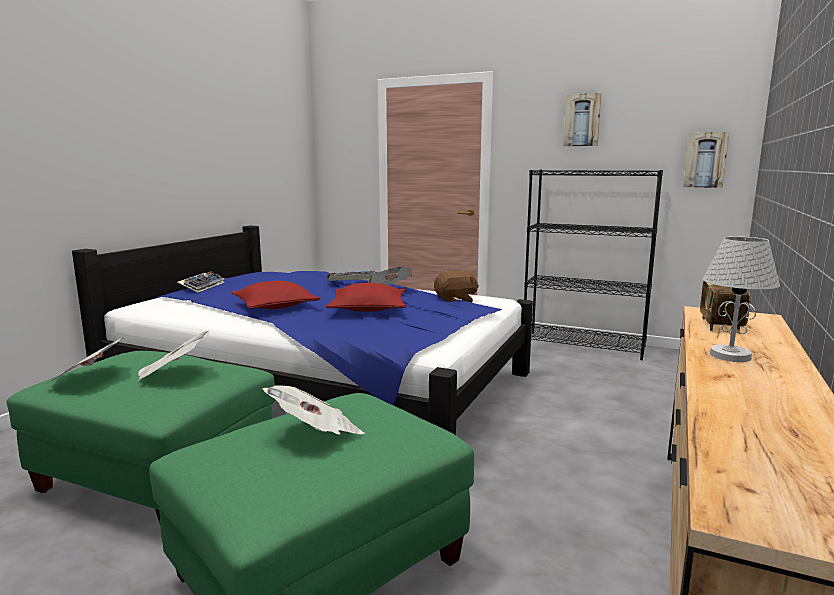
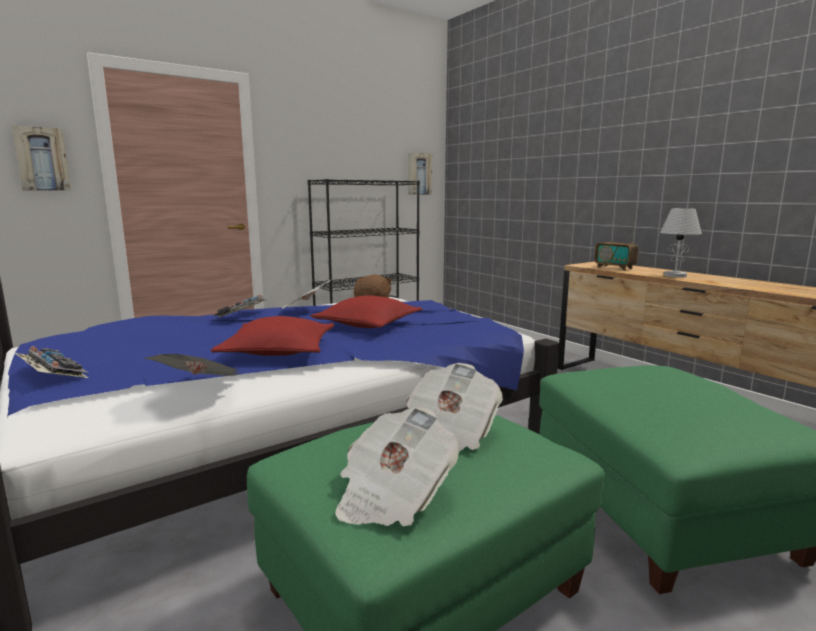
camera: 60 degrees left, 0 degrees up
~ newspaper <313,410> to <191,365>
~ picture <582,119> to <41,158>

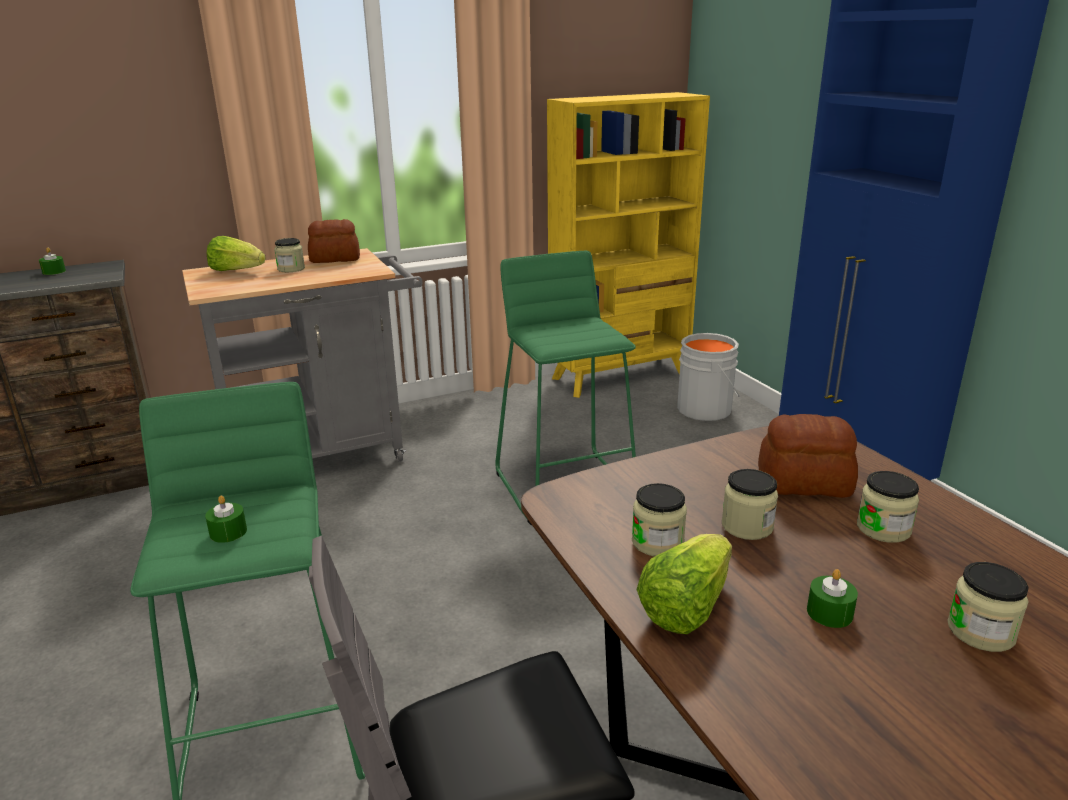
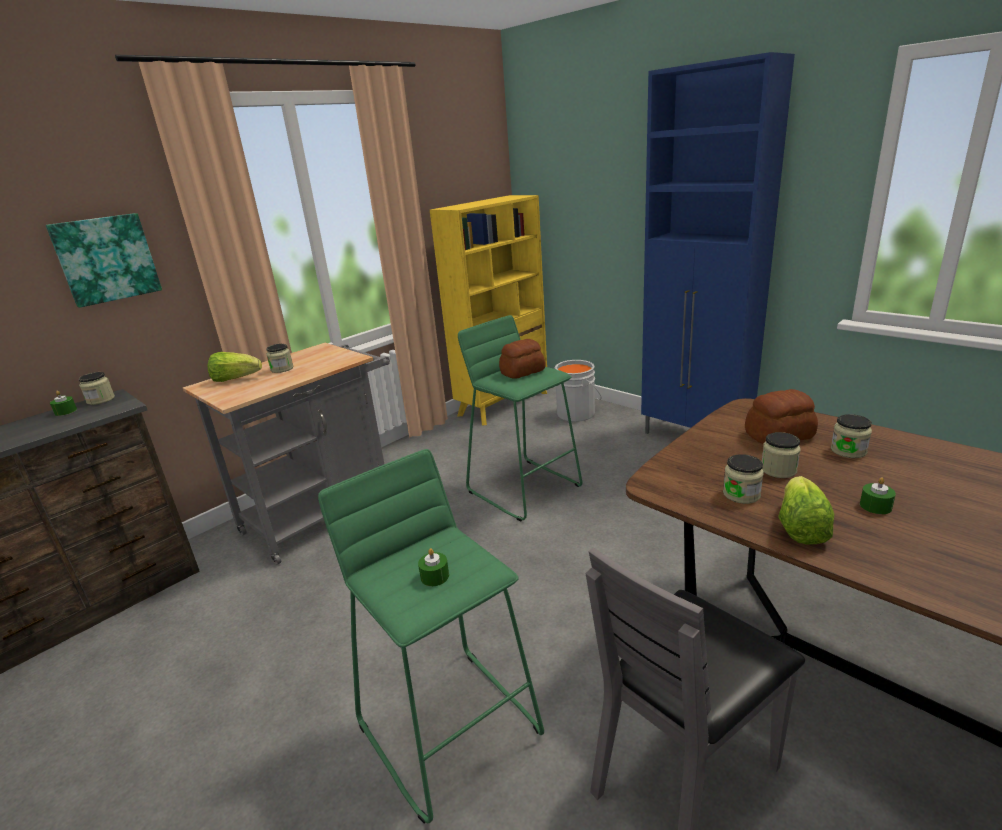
camera: 20 degrees left, 0 degrees up
+ picture <104,260>
~ bread <334,241> to <522,359>
~ jar <988,607> to <97,388>

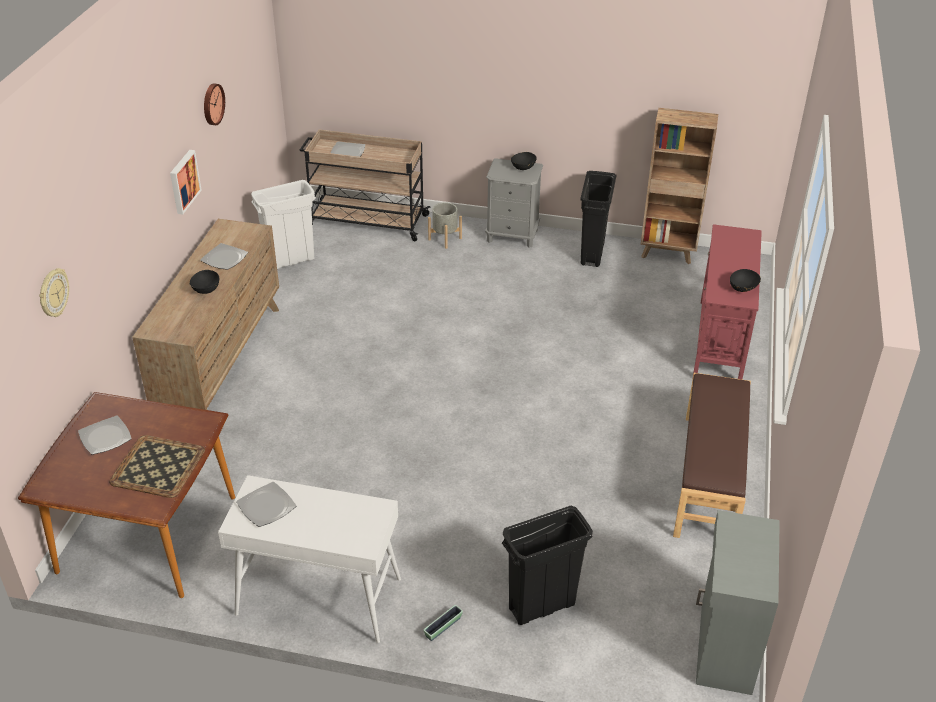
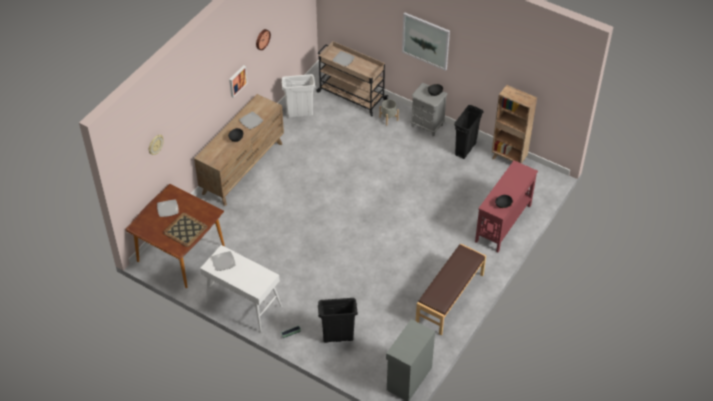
camera: 20 degrees right, 10 degrees up
+ picture <426,41>

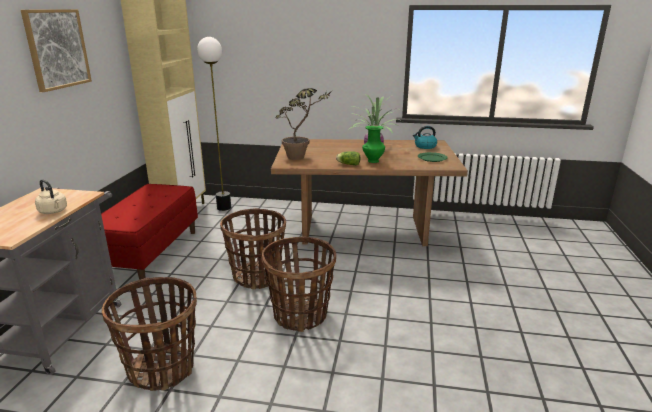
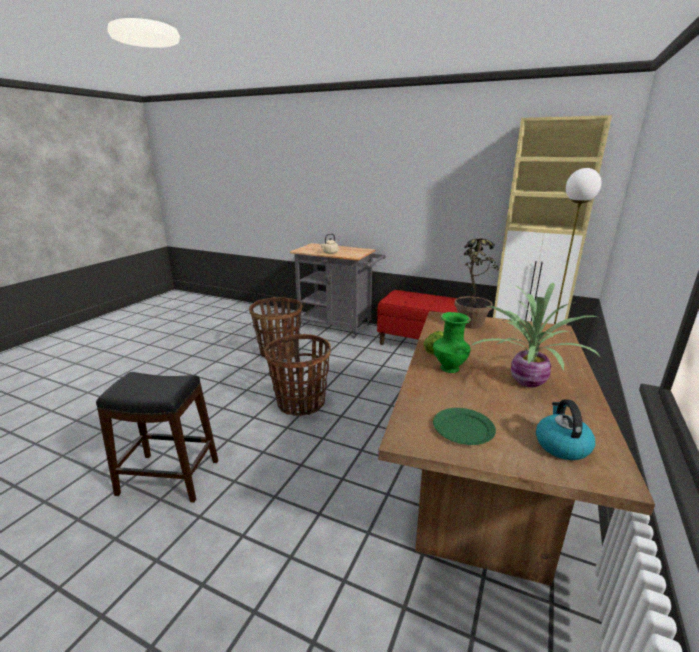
camera: 105 degrees right, 0 degrees up
- picture <56,50>
- basket <253,248>
+ black stool <157,437>

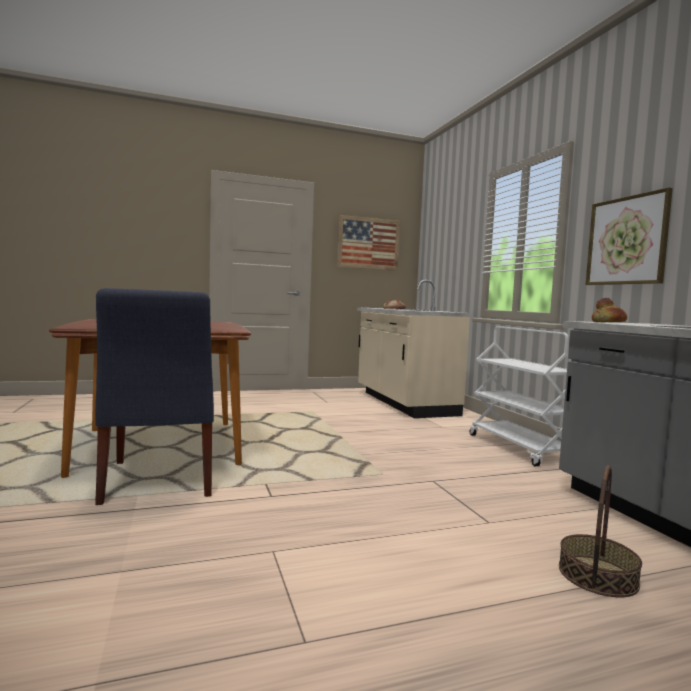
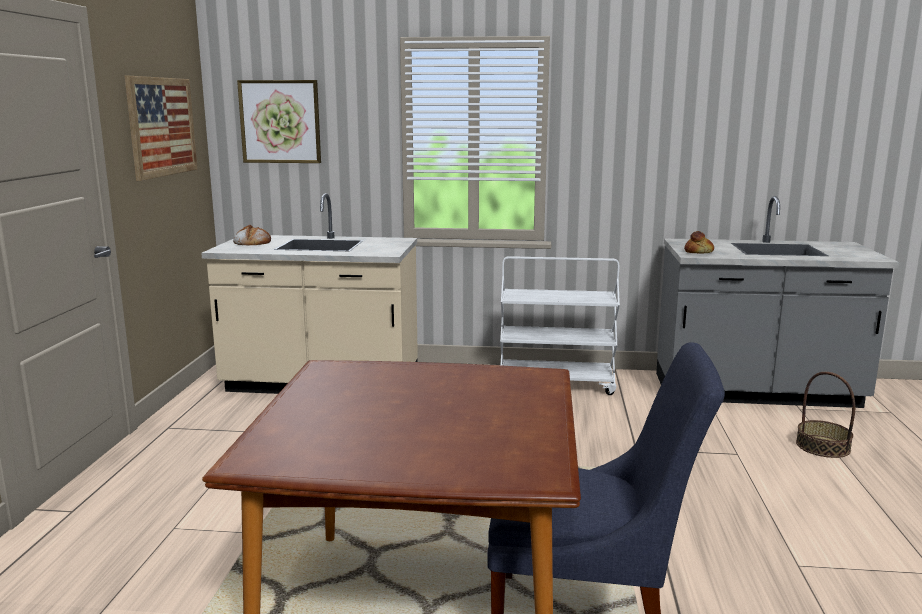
camera: 65 degrees left, 10 degrees up
~ picture <629,236> to <279,121>

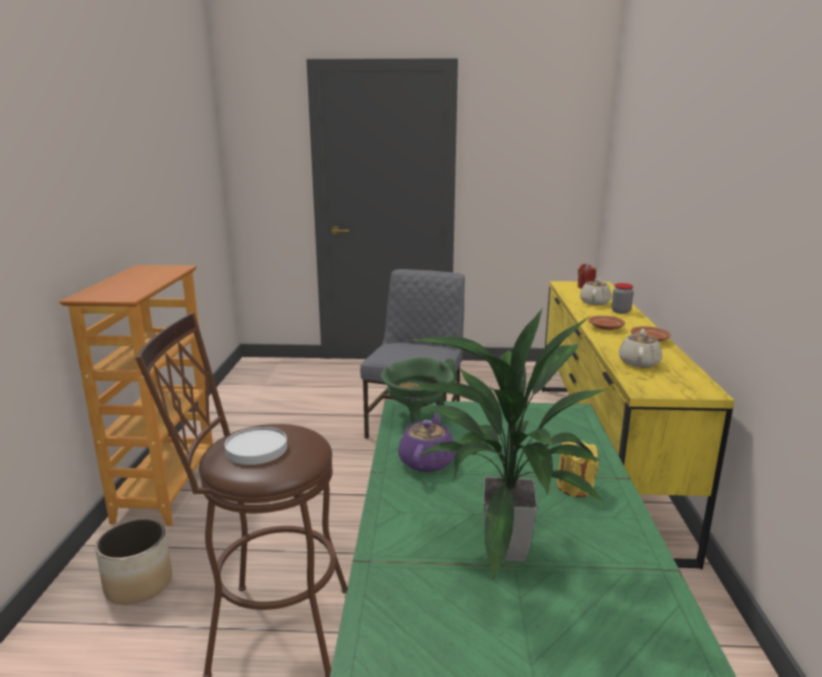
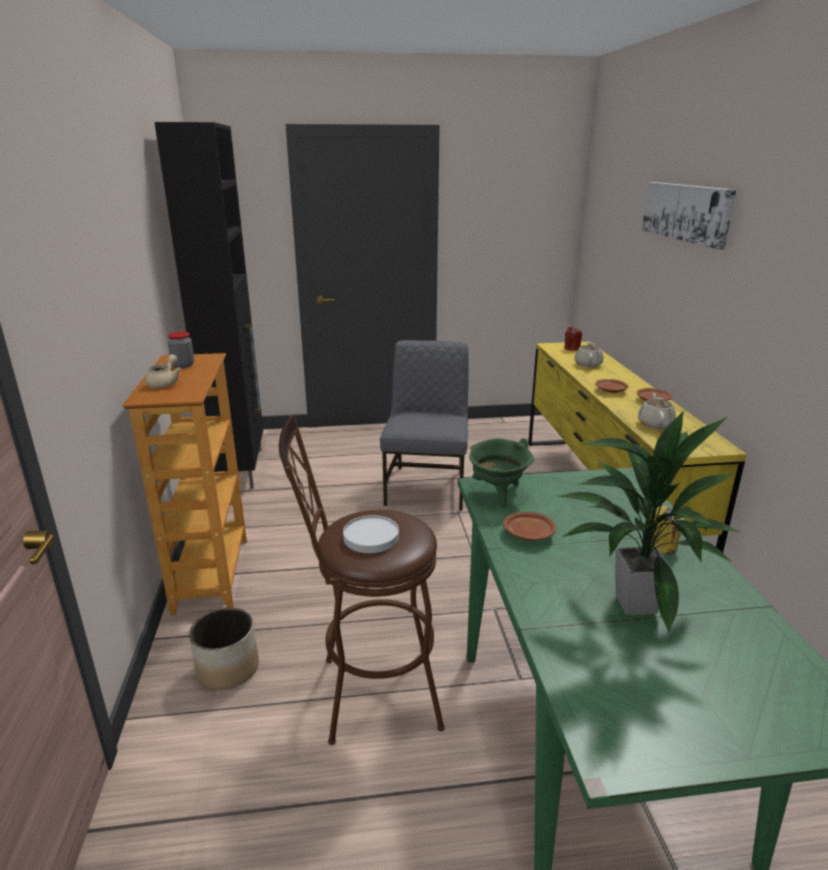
camera: 10 degrees left, 5 degrees up
+ beige teapot <163,371>
+ black cabinet <208,305>
+ picture <689,216>
~ jar <622,298> to <180,350>
~ purple teapot <426,442> to brown plate <529,526>

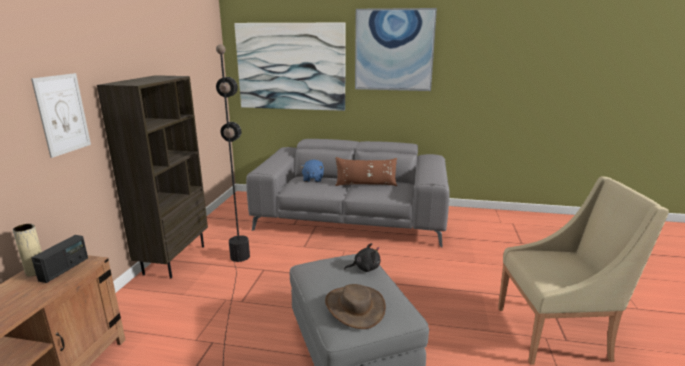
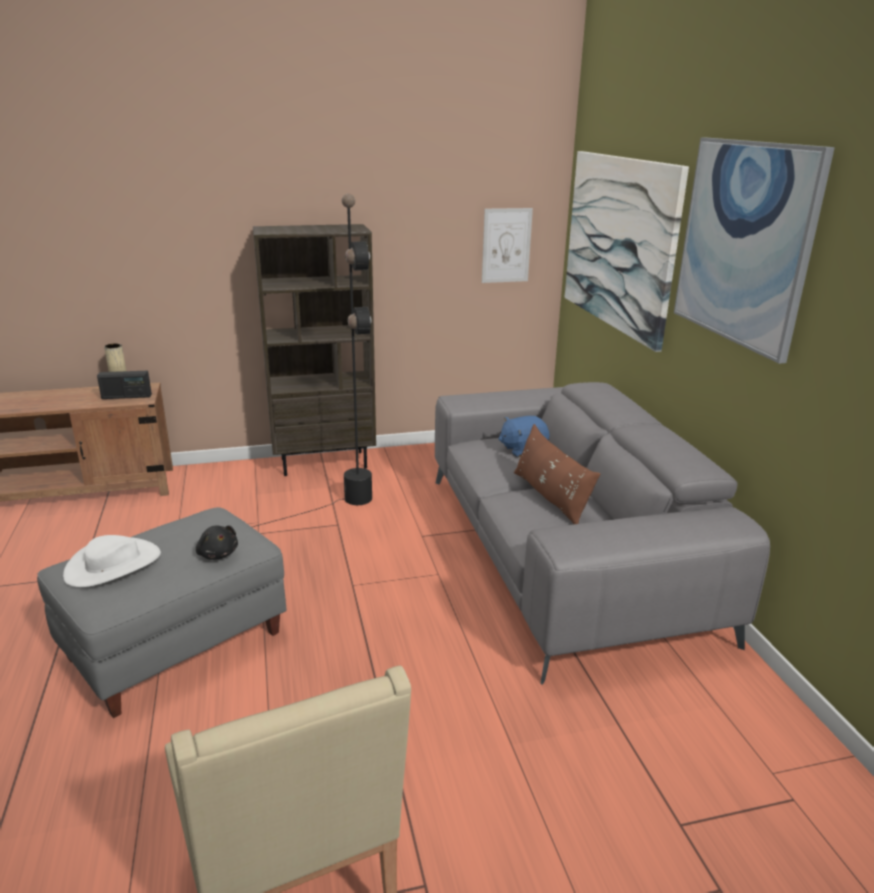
camera: 65 degrees right, 5 degrees up
~ picture <61,115> to <507,245>
~ brown hat <355,306> to white hat <112,561>

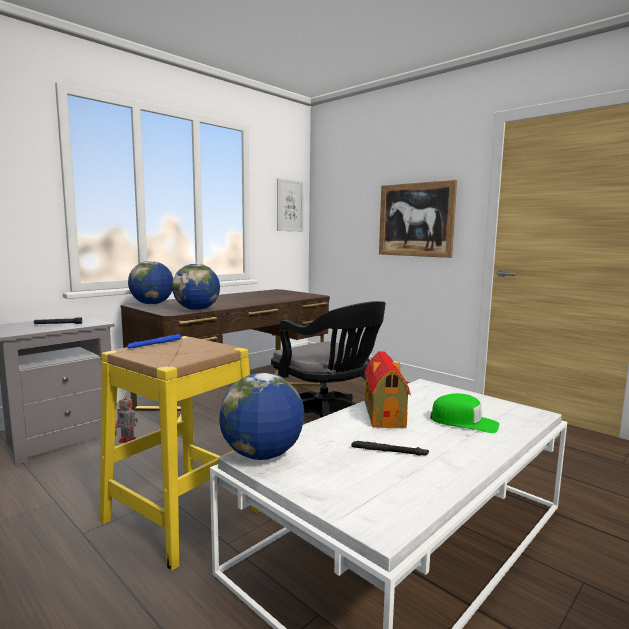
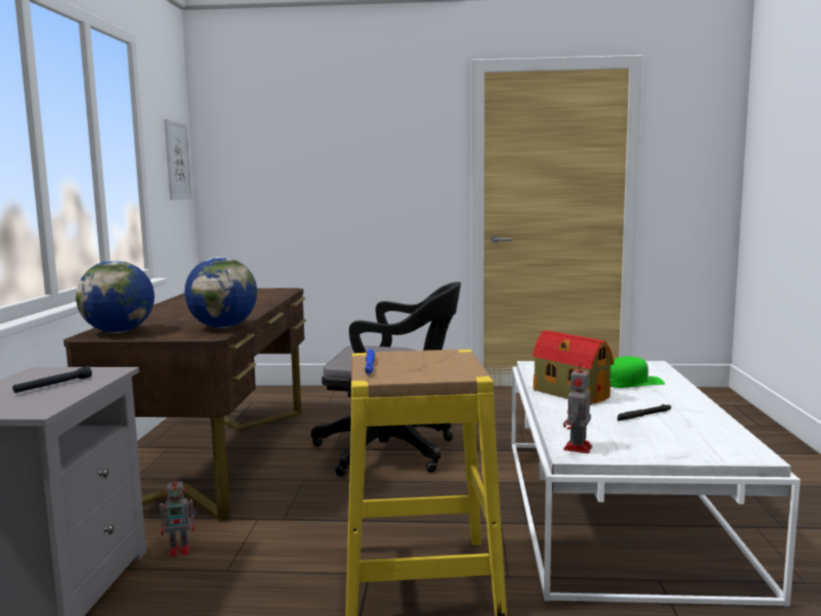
camera: 40 degrees left, 0 degrees up
- picture <418,219>
~ globe <261,416> to toy robot <577,407>

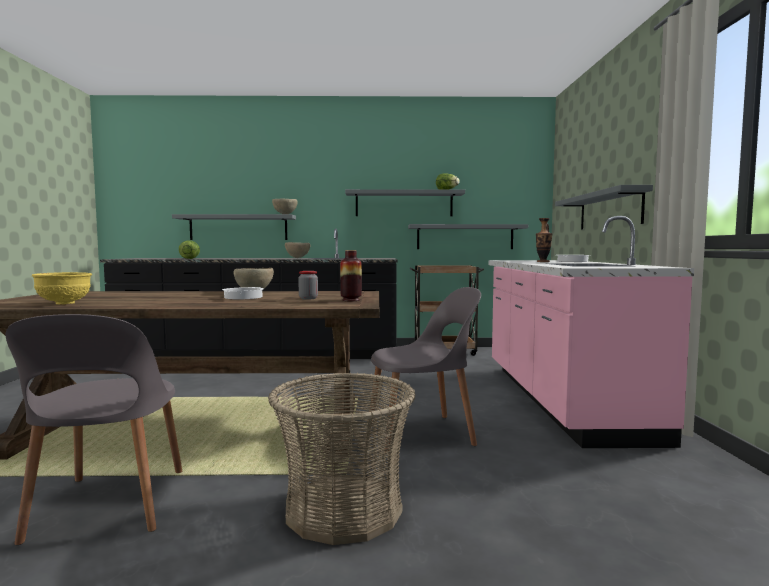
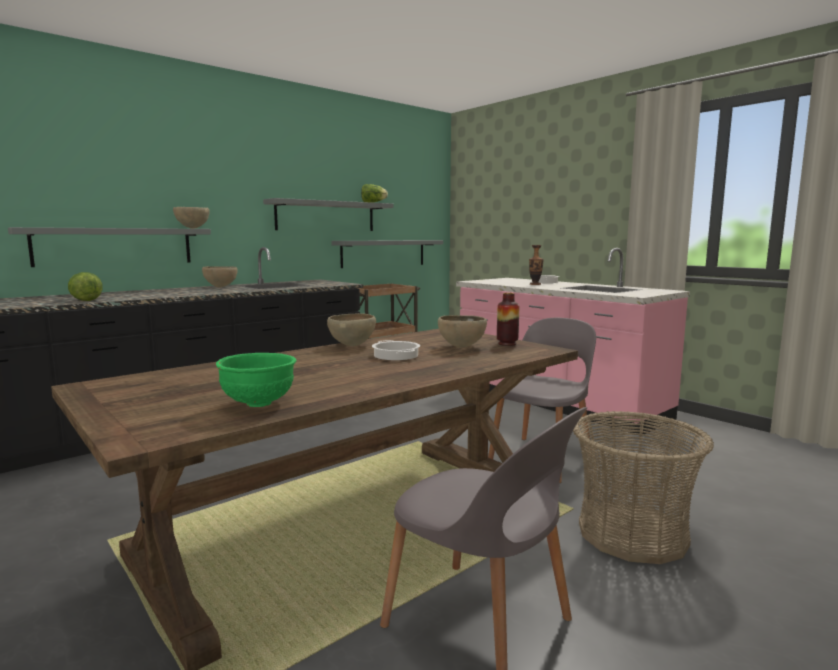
camera: 40 degrees left, 5 degrees up
- grey shelf <604,207>
~ jar <308,285> to brown bowl <462,331>
~ yellow bowl <62,288> to green bowl <256,380>

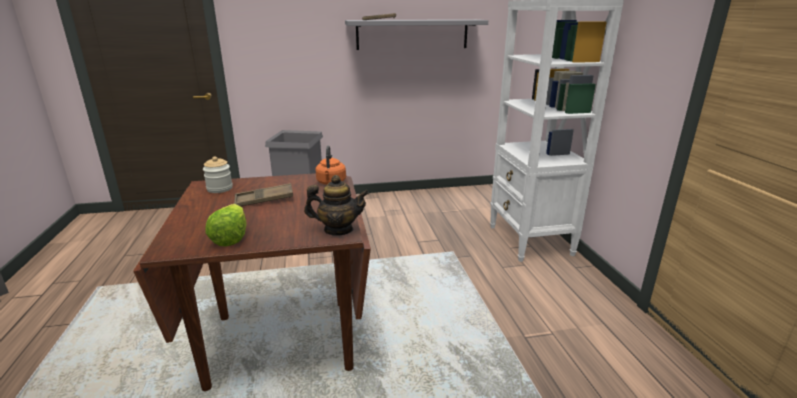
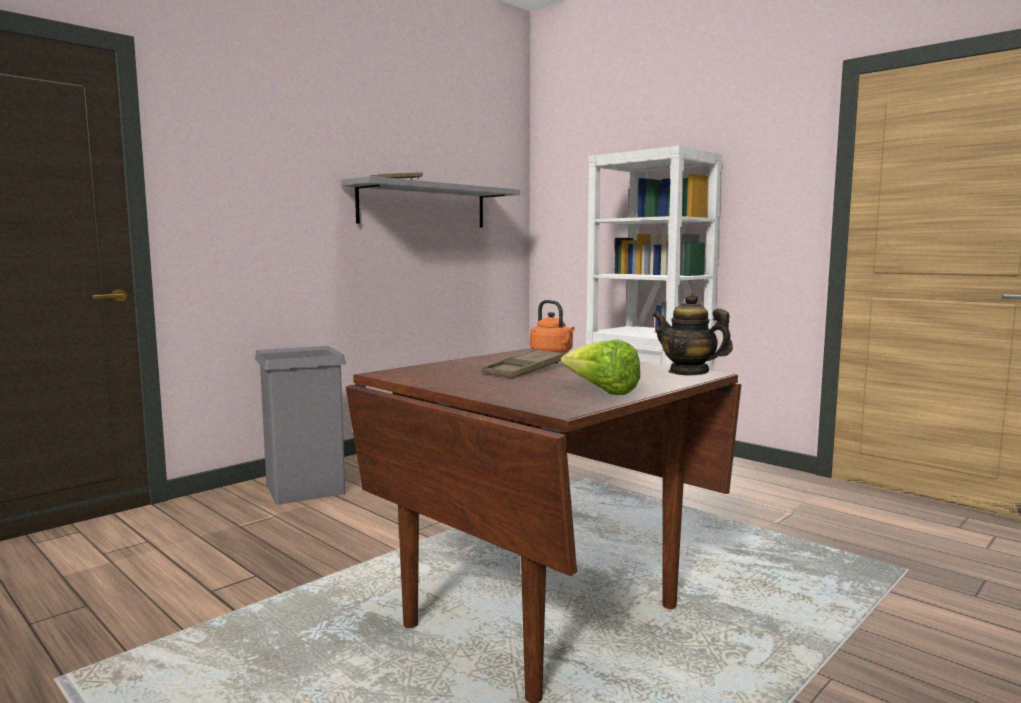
camera: 35 degrees left, 15 degrees down
- jar <218,175>
~ teapot <336,205> = <692,334> 105 degrees counterclockwise

